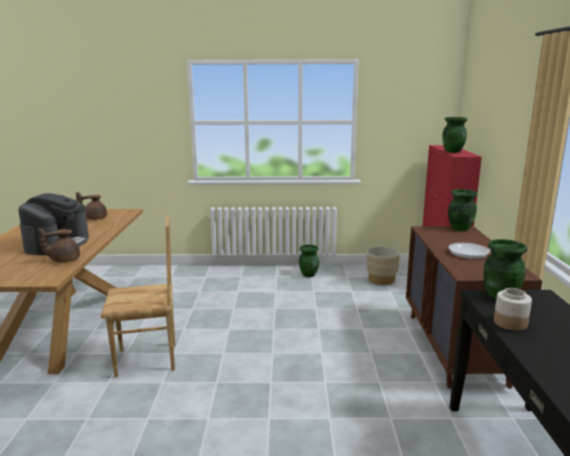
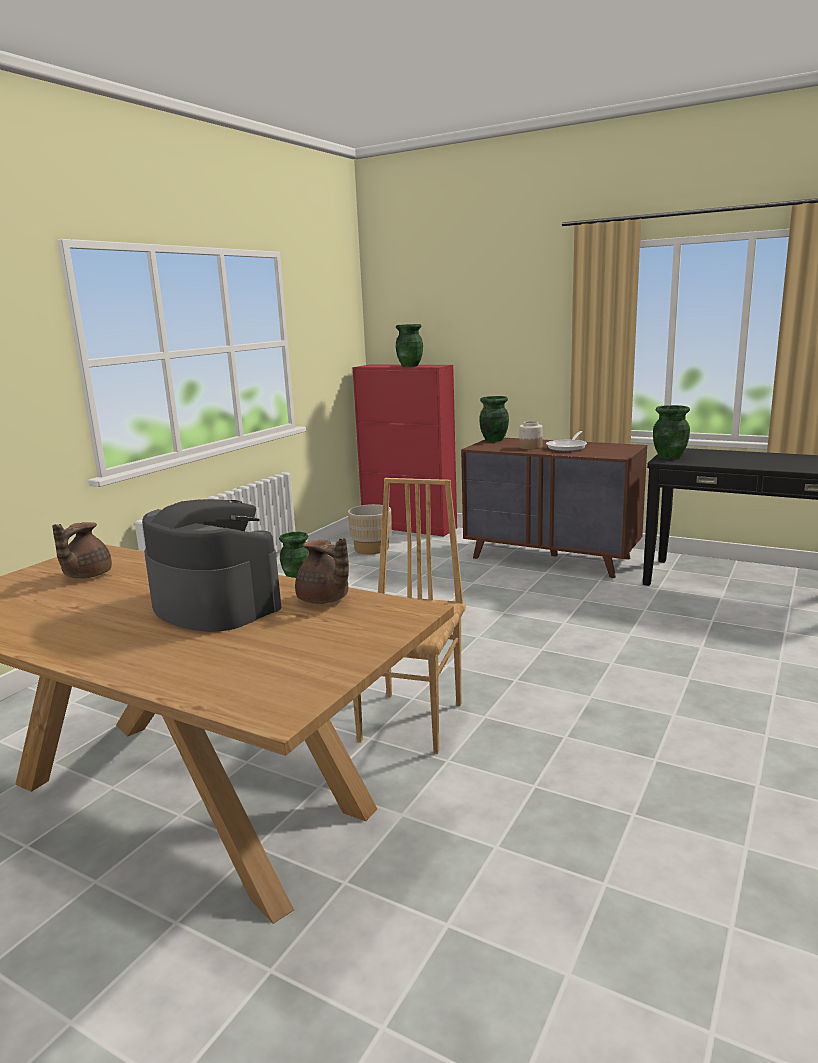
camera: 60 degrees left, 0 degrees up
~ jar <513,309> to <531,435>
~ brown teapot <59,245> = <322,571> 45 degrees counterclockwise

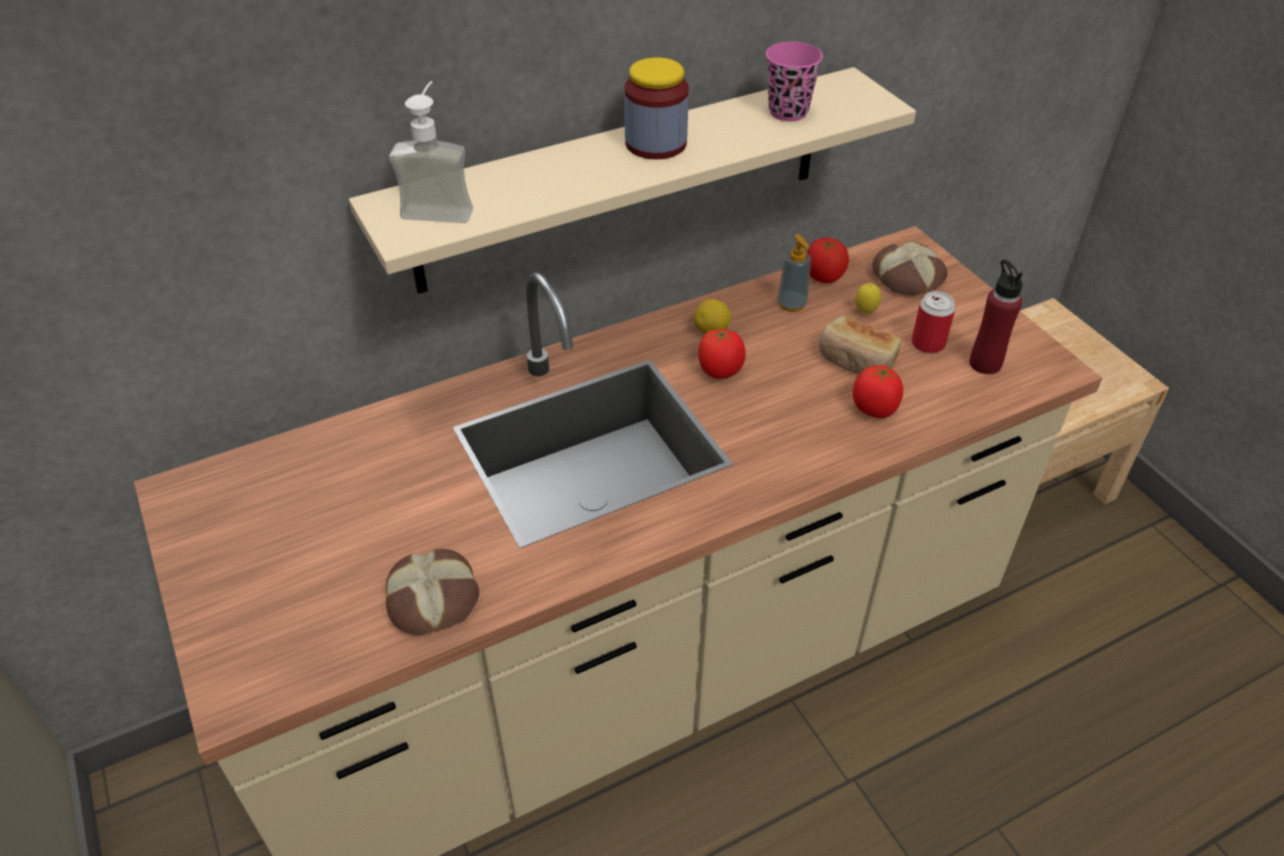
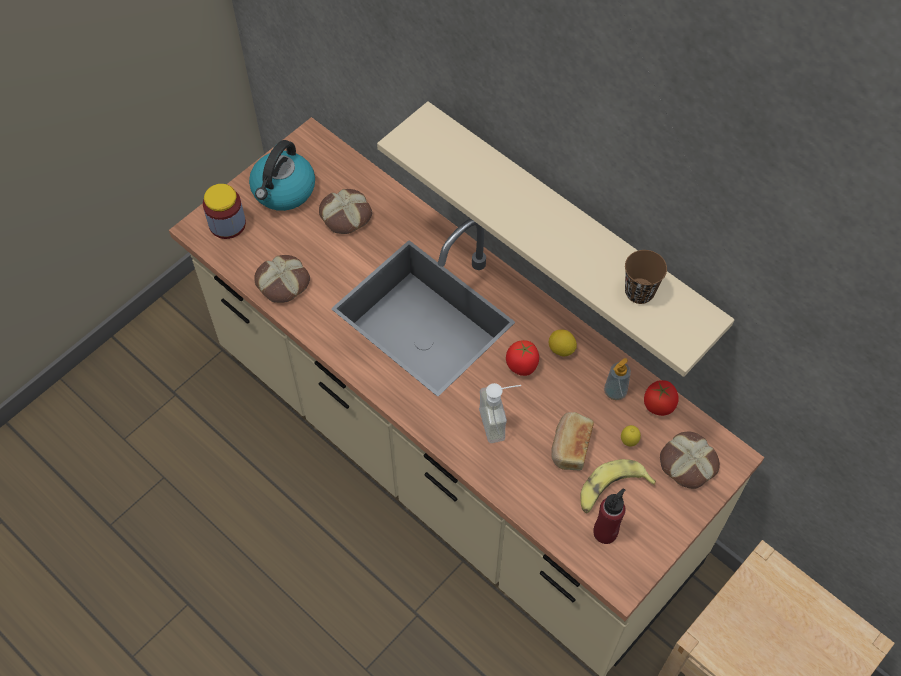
camera: 70 degrees right, 15 degrees up
- tomato <878,391>
+ kettle <282,175>
+ bread <345,211>
~ soap dispenser <431,152> to <500,413>
~ jar <656,108> to <224,211>
~ can <933,322> to banana <618,486>
~ pink cup <794,81> to brown cup <646,277>

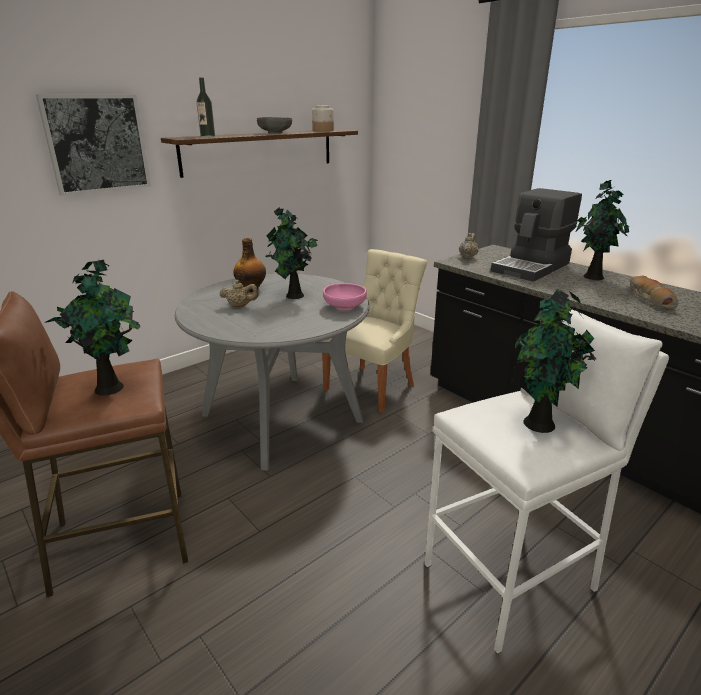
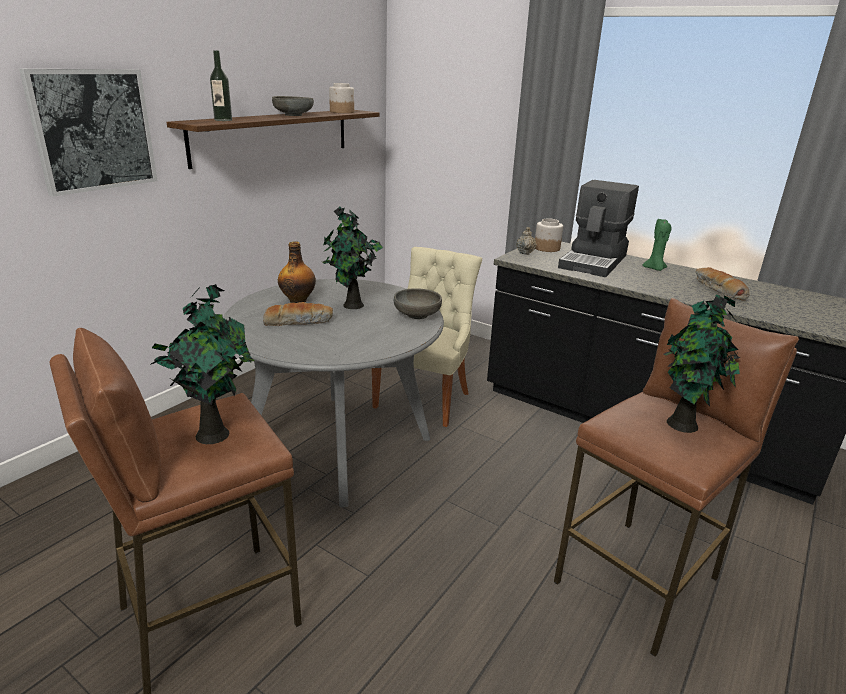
camera: 15 degrees left, 0 degrees up
+ jar <549,235>
~ beige teapot <239,293> to bread <298,314>
~ potted plant <602,230> to green candle <657,244>
~ pink bowl <345,296> to grey bowl <418,303>
~ white stool <546,481> to brown stool <676,477>

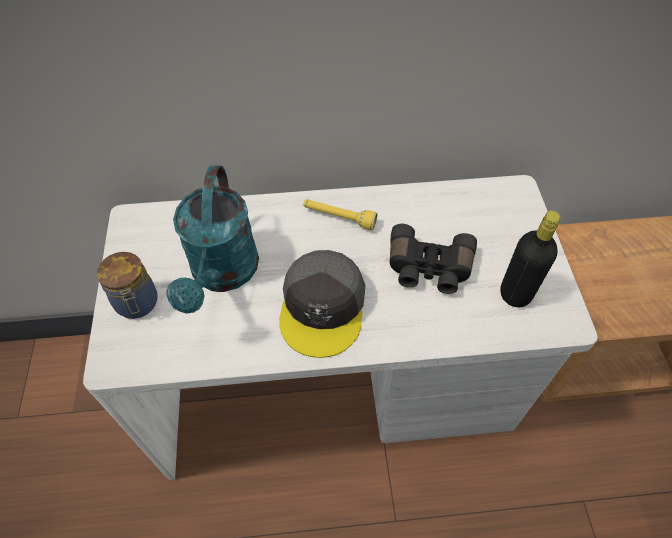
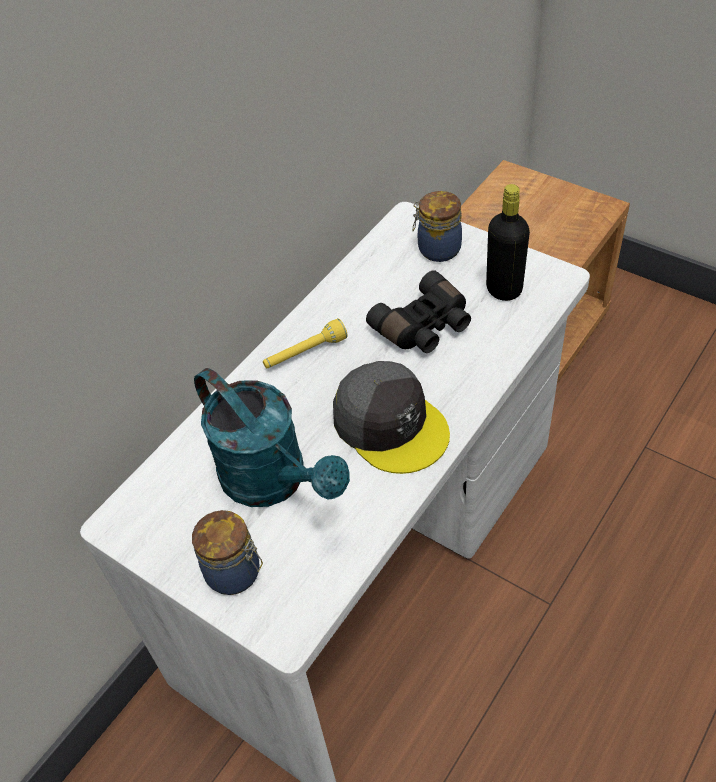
camera: 45 degrees left, 5 degrees down
+ jar <437,226>

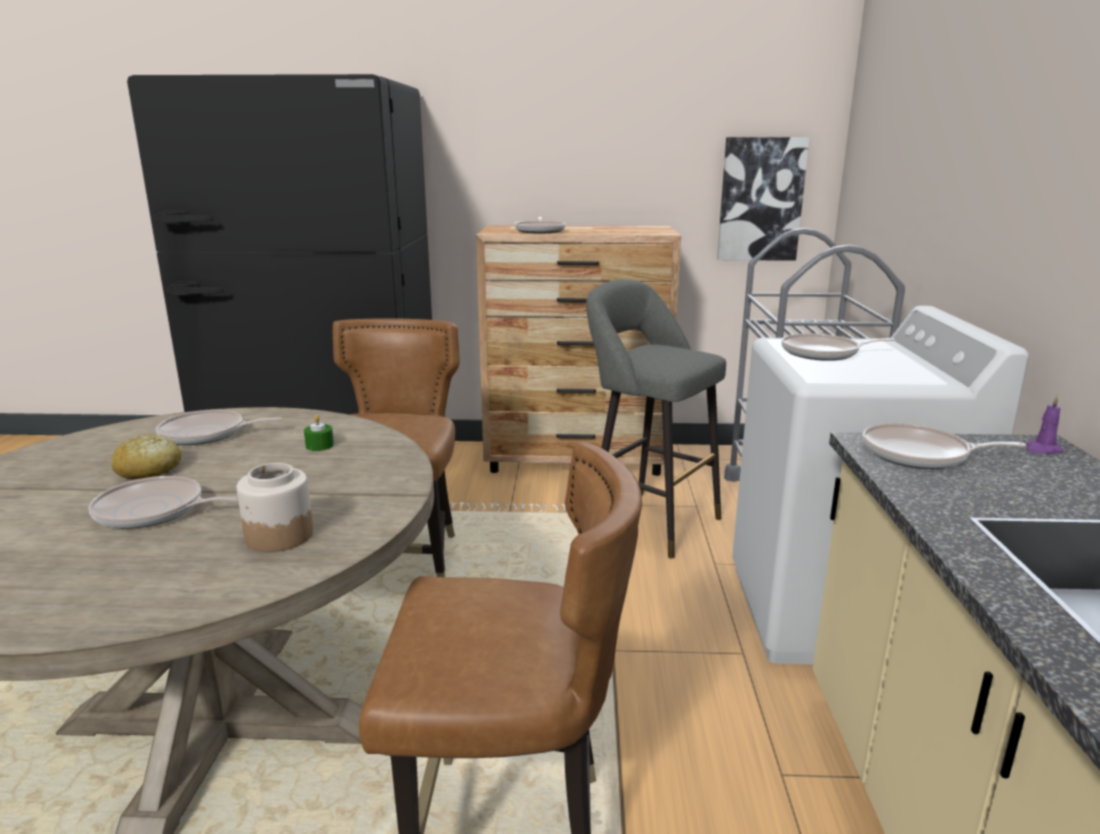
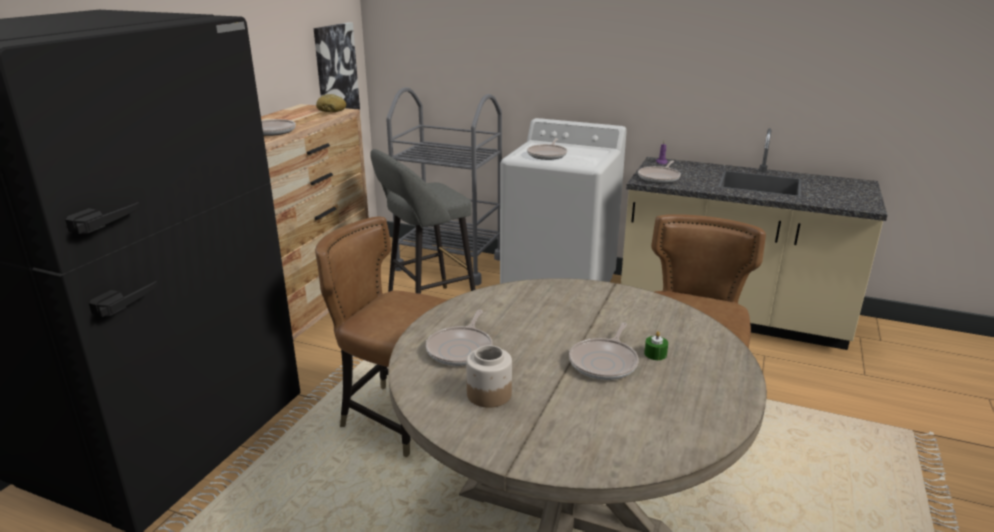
camera: 70 degrees left, 5 degrees up
~ bread <146,456> to <331,103>
~ jar <275,507> to <489,376>
~ green candle <319,433> to <656,345>

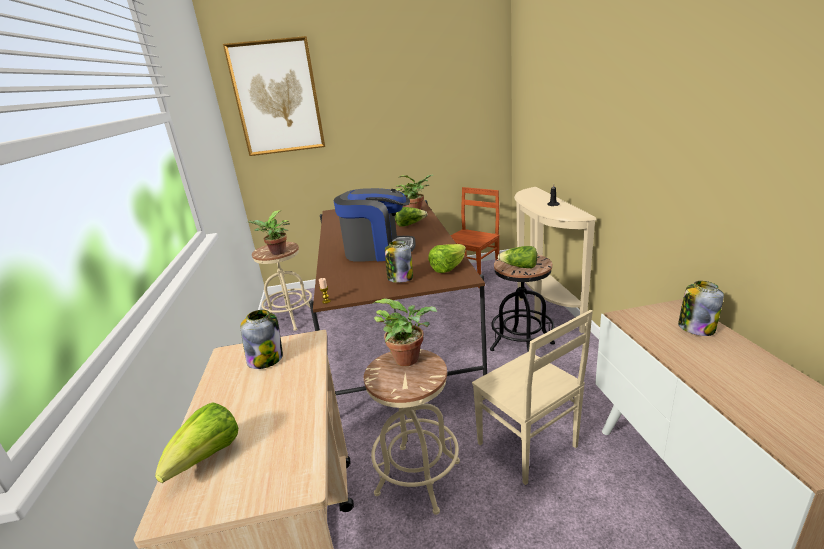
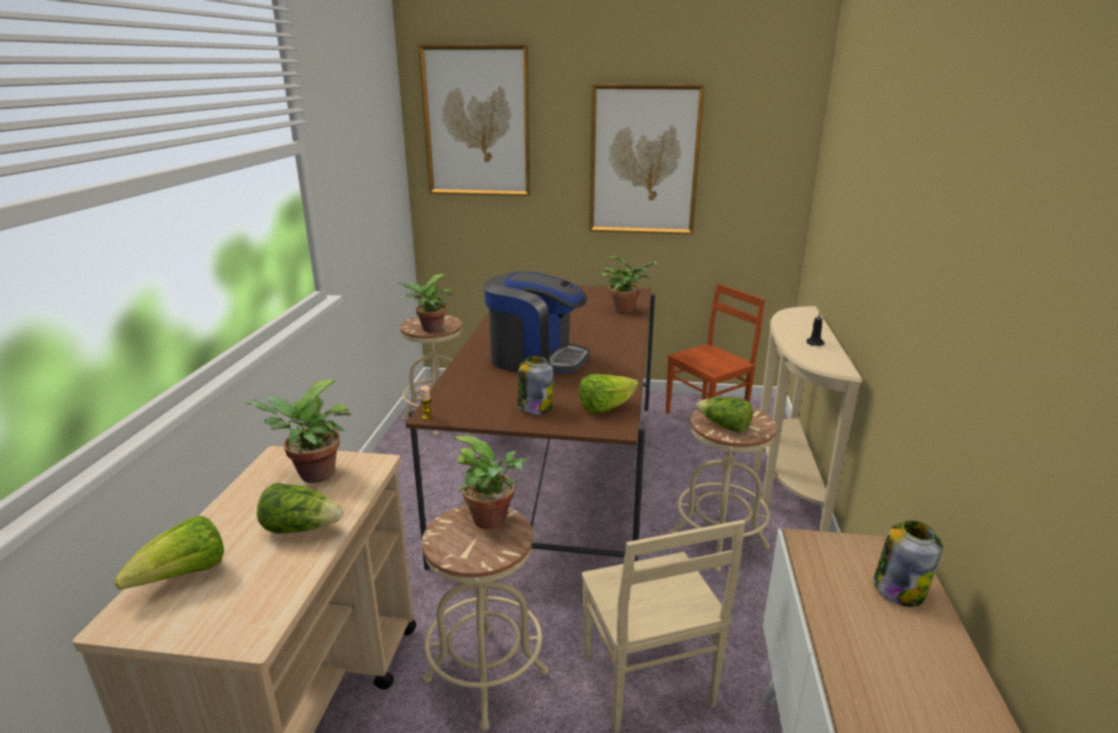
camera: 15 degrees right, 0 degrees up
+ picture <647,159>
~ lettuce <411,217> to <300,508>
~ jar <261,339> to potted plant <299,431>
~ black stool <522,303> to beige stool <724,490>

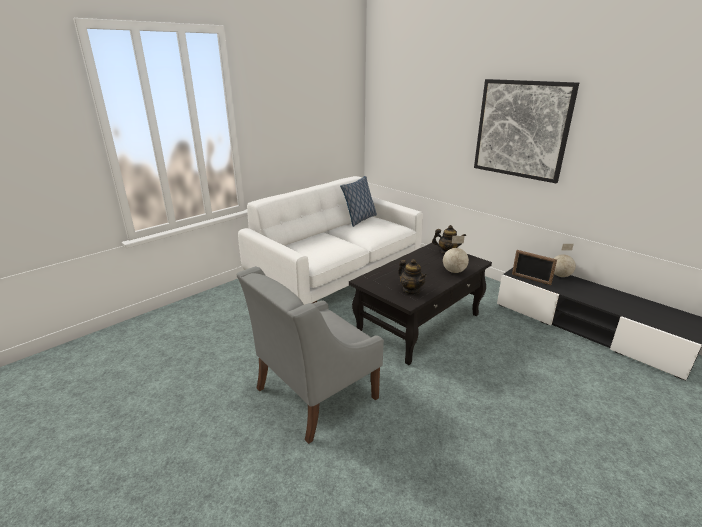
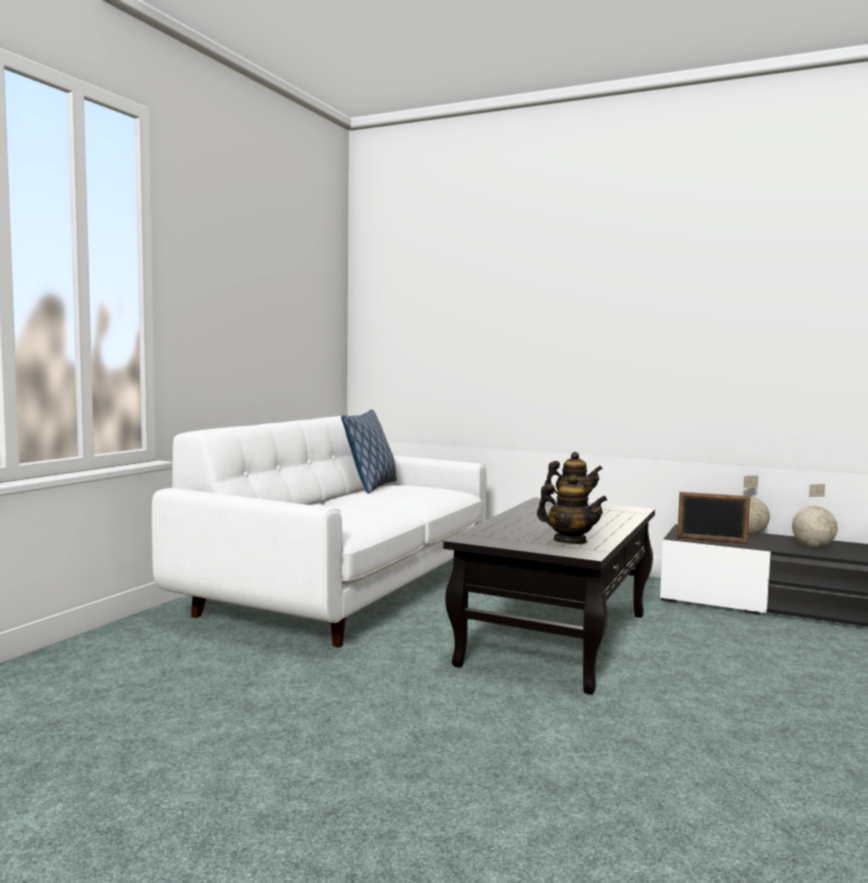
camera: 20 degrees left, 20 degrees down
- grey armchair <310,355>
- picture <526,131>
~ globe <456,254> to <815,515>

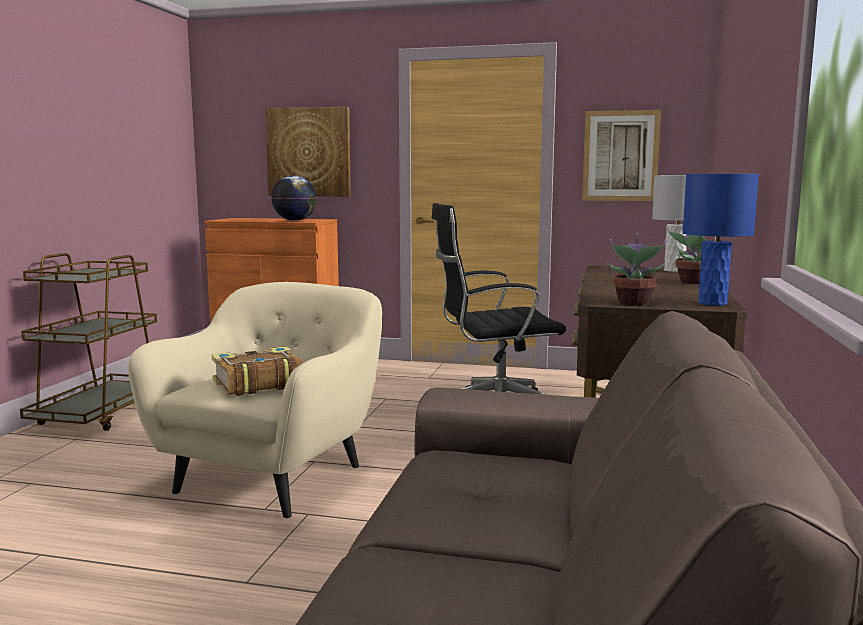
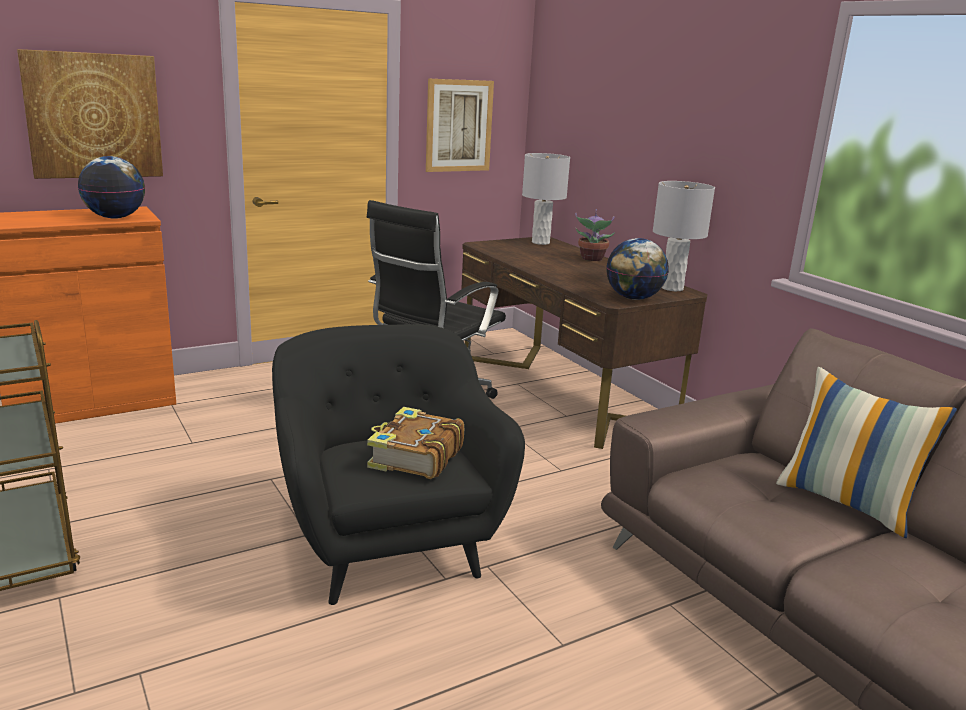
camera: 45 degrees left, 10 degrees up
+ pillow <866,452>
~ potted plant <637,268> to globe <637,269>
~ beige armchair <255,400> to black armchair <398,464>
~ blue table lamp <720,240> to grey table lamp <684,236>

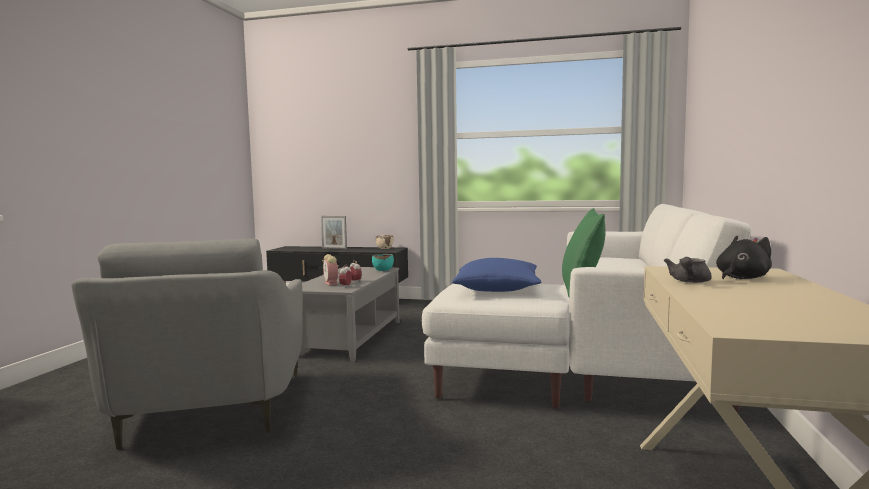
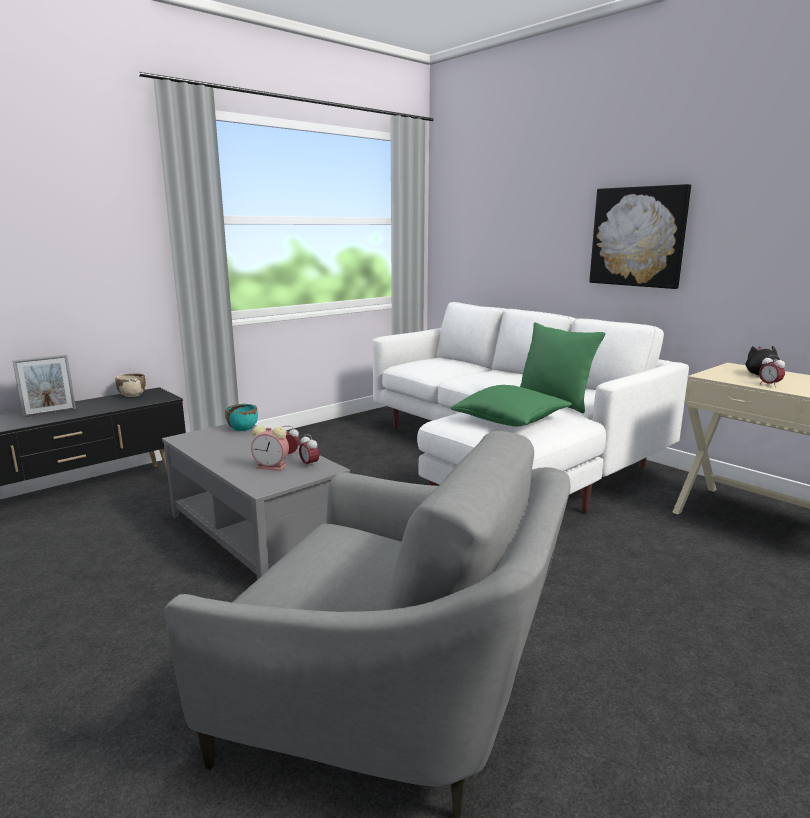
camera: 55 degrees left, 10 degrees up
+ picture <640,236>
~ grey teapot <688,270> to alarm clock <772,371>
~ blue pillow <496,275> to green pillow <511,405>

